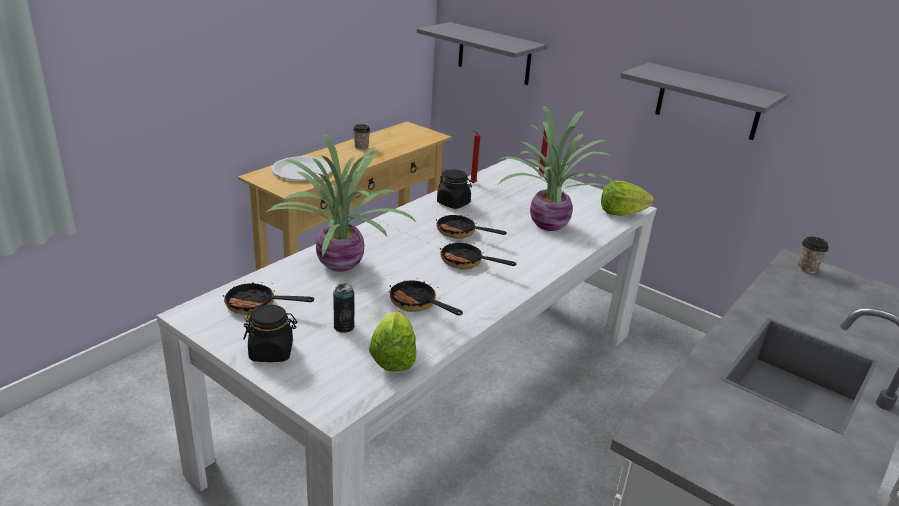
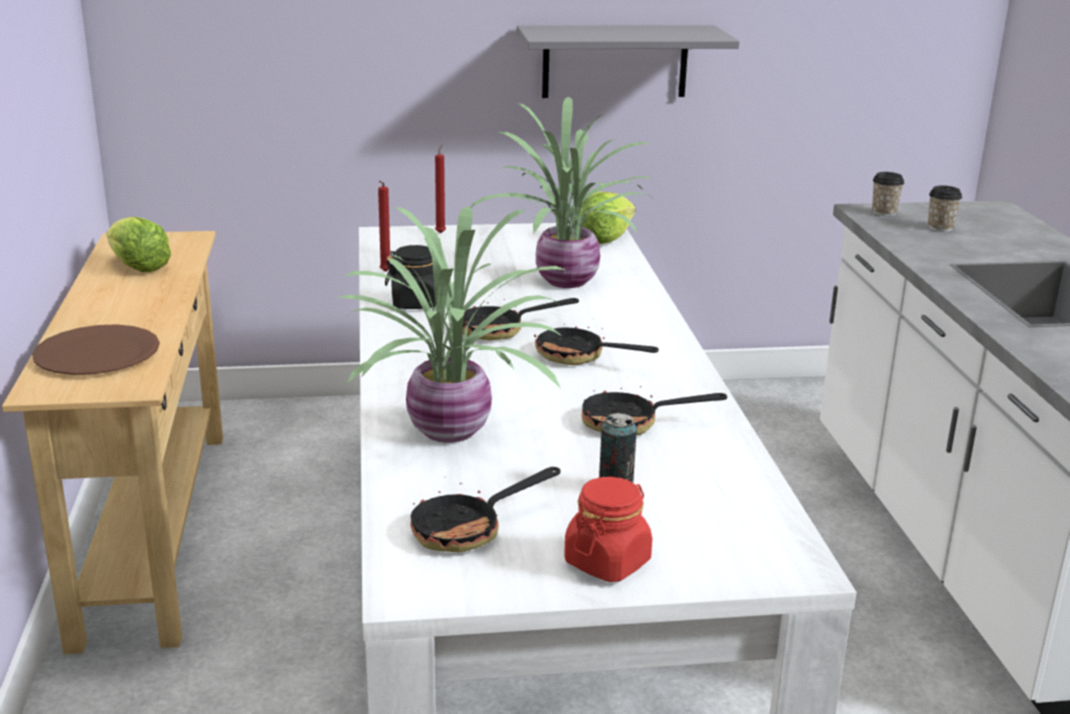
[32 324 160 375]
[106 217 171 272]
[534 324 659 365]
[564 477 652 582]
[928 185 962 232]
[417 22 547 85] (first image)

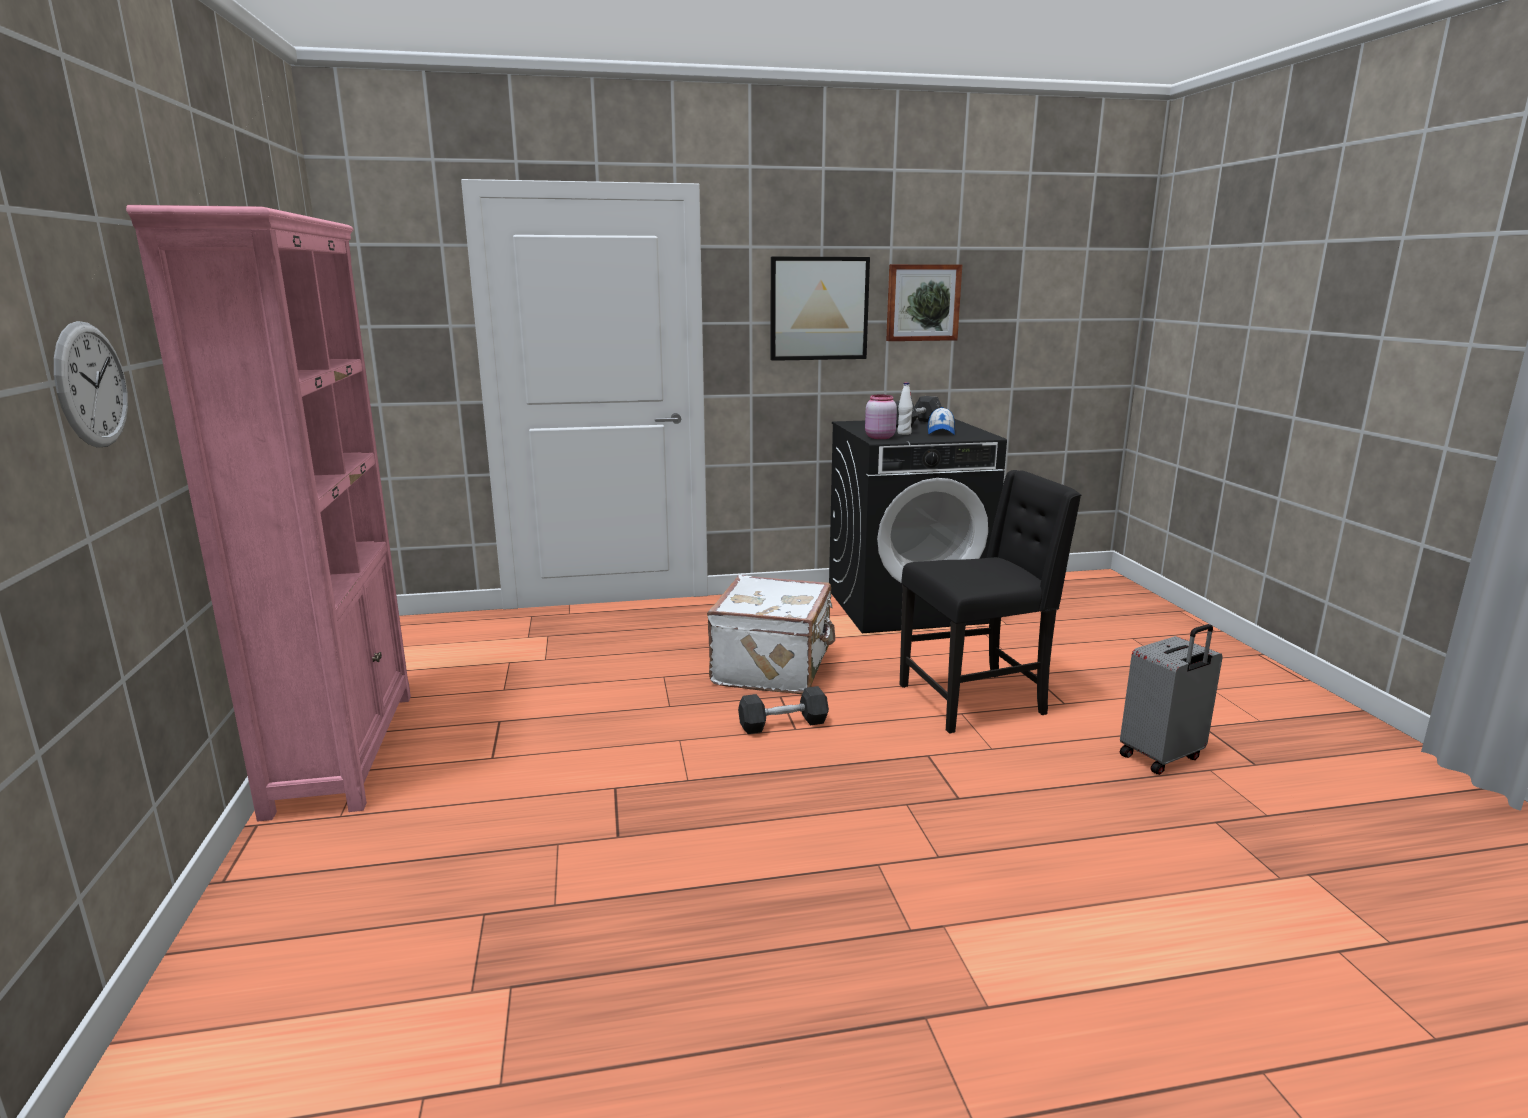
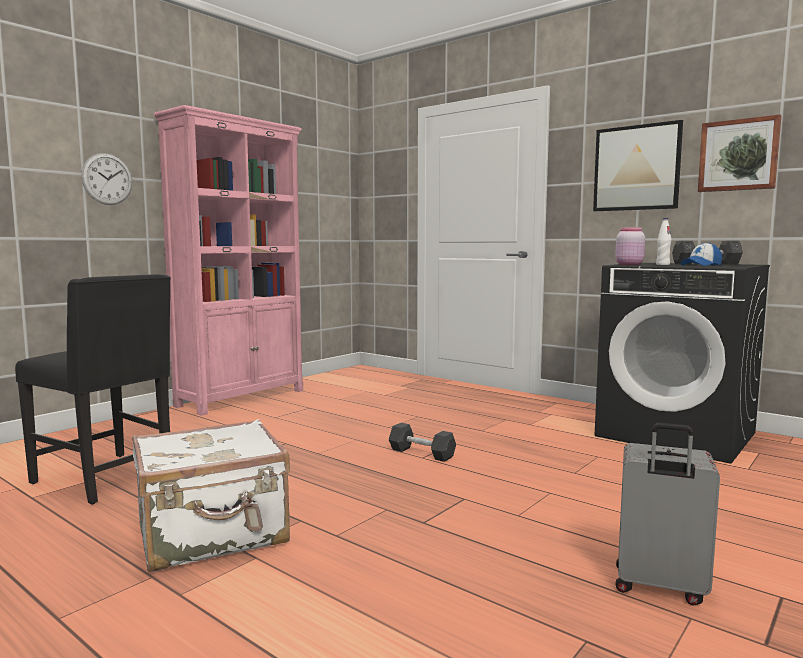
[15 274 171 504]
[132 419 290 572]

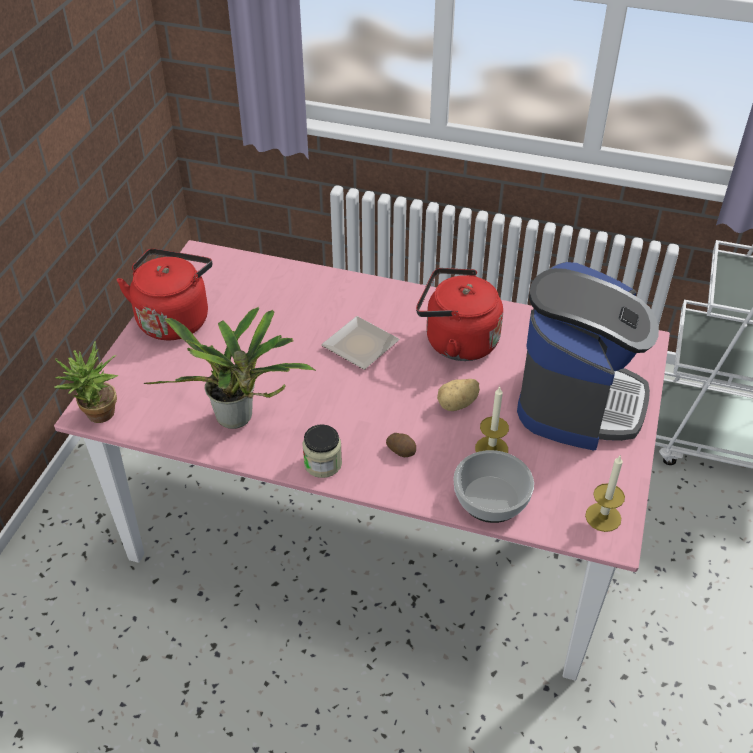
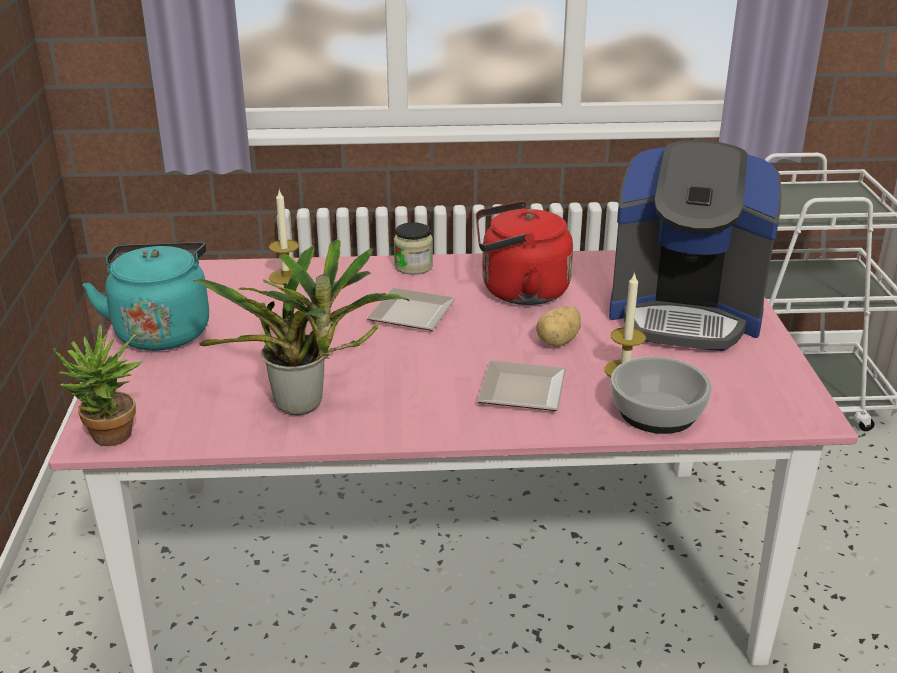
[83 242 209 351]
[269 190 299 285]
[394 222 433 275]
[477 360 566 411]
[609 140 782 351]

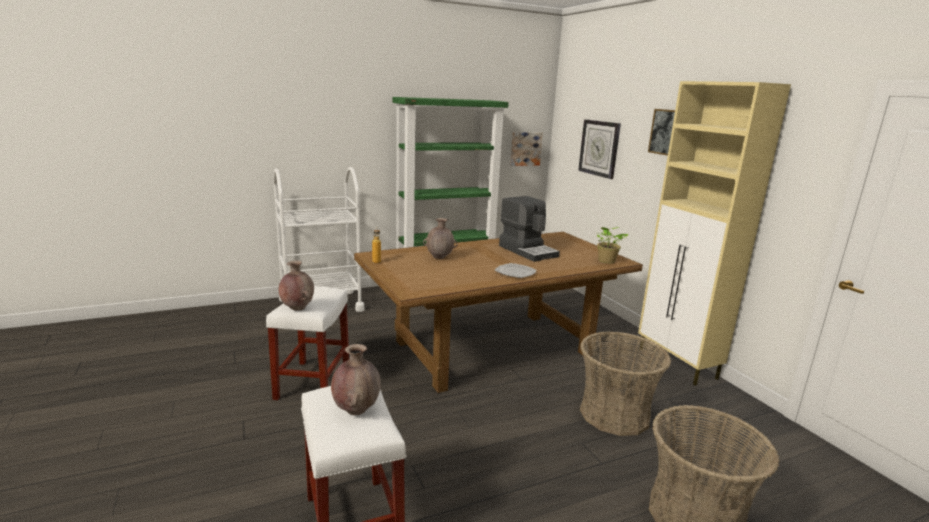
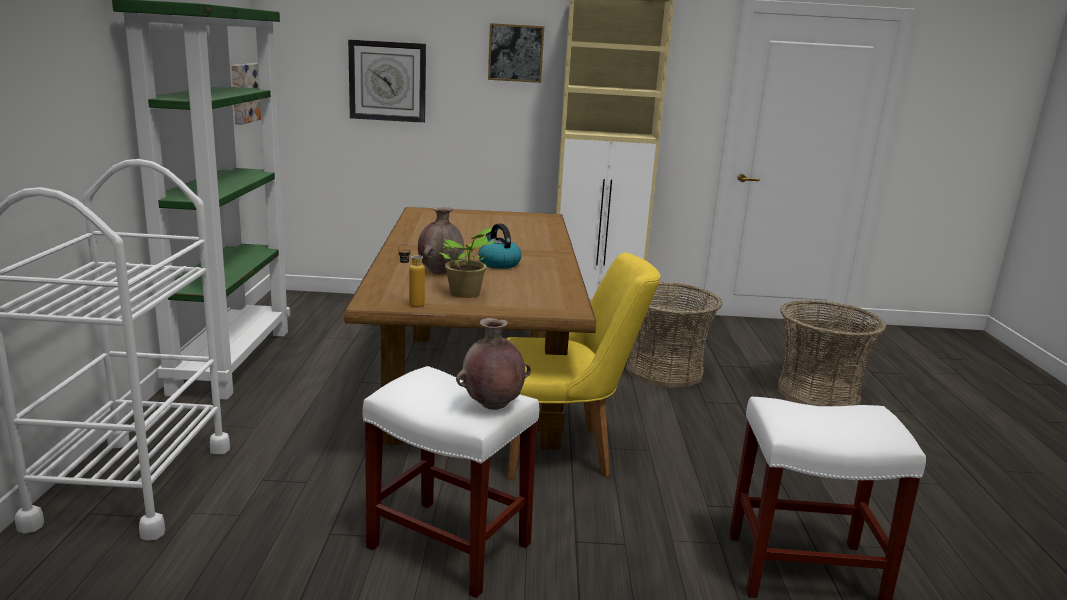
[439 228 495 298]
[478 224 522 269]
[507 253 661 480]
[331 344 381 415] (first image)
[494 263 537 278] (first image)
[499 196 560 262] (first image)

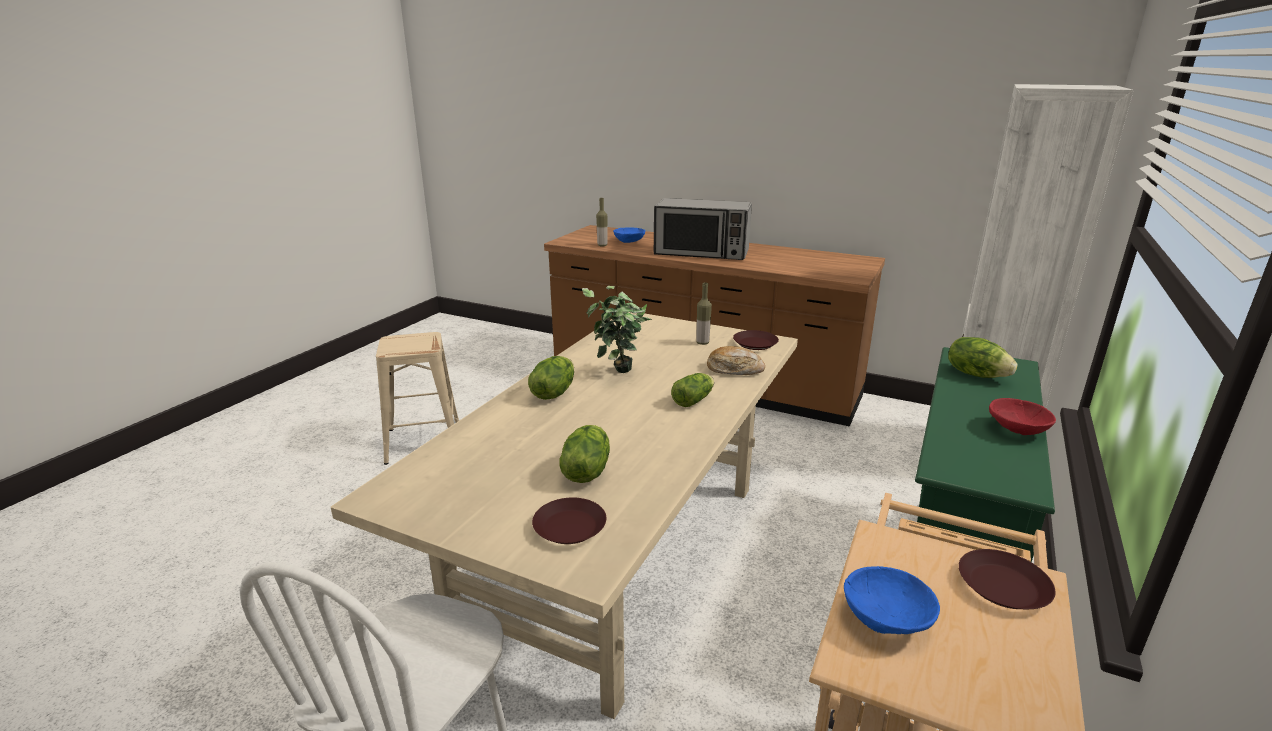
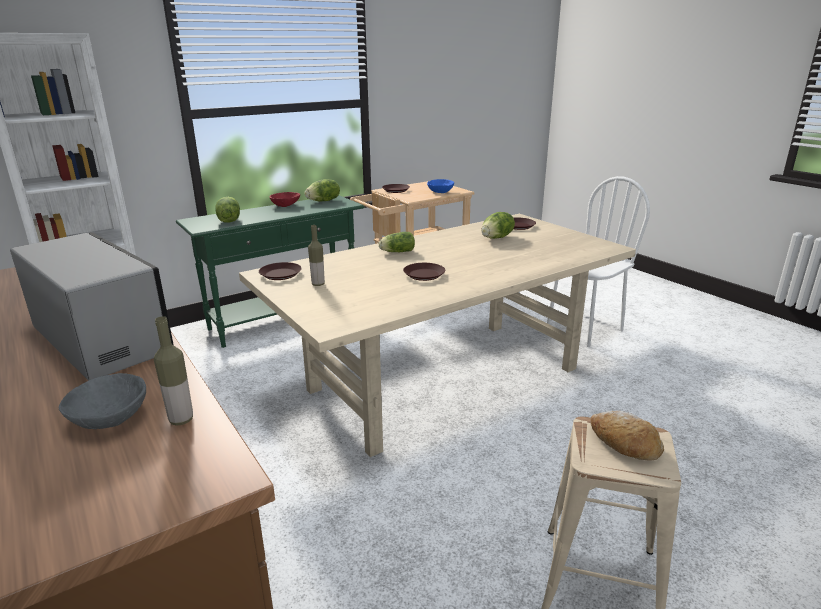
[59 373 146 429]
[305 179 340 201]
[403 263 445 281]
[591 411 664 461]

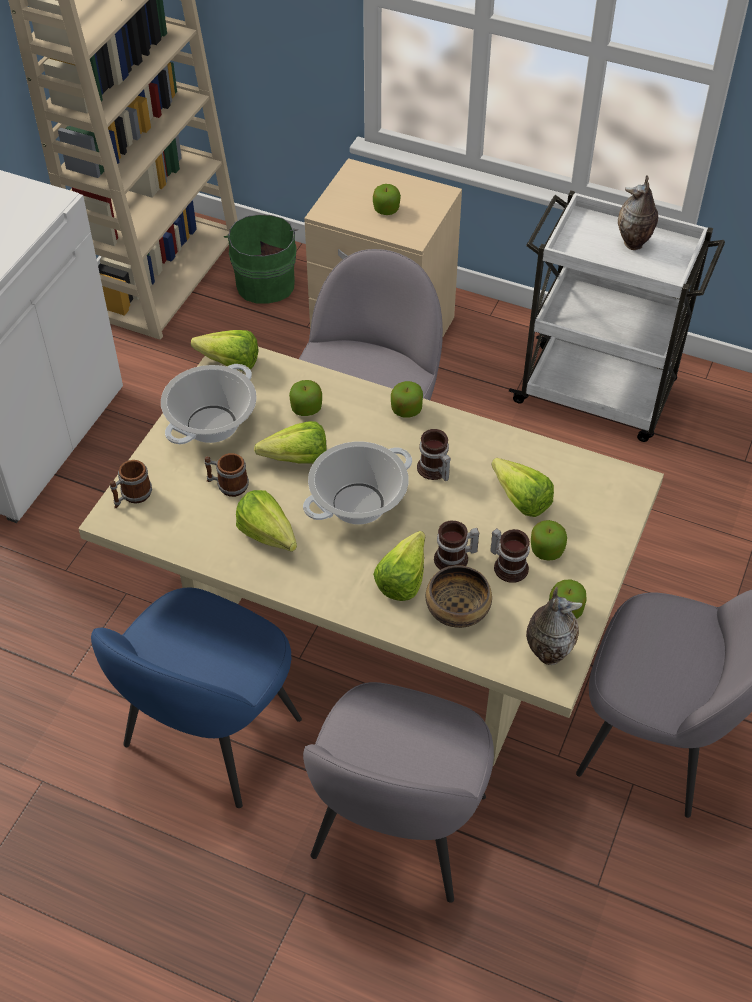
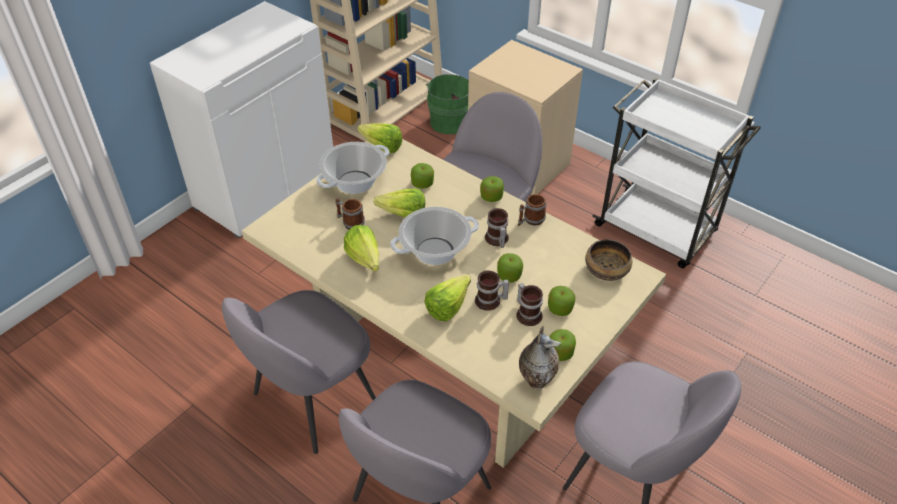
[222 290 376 454]
[497 253 523 283]
[518 194 546 226]
[585 239 632 281]
[491 458 554 517] (first image)
[618 175 658 250] (first image)

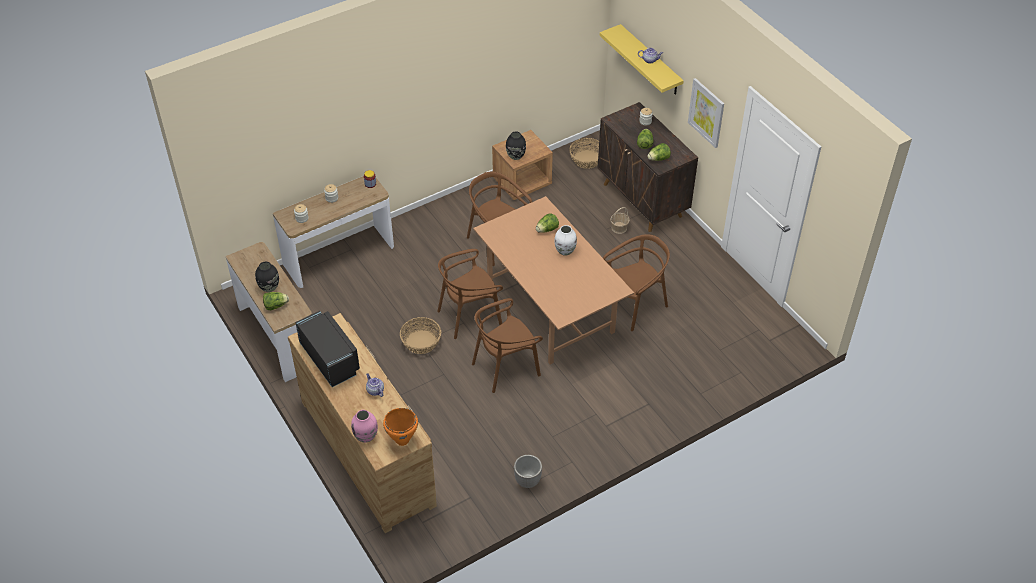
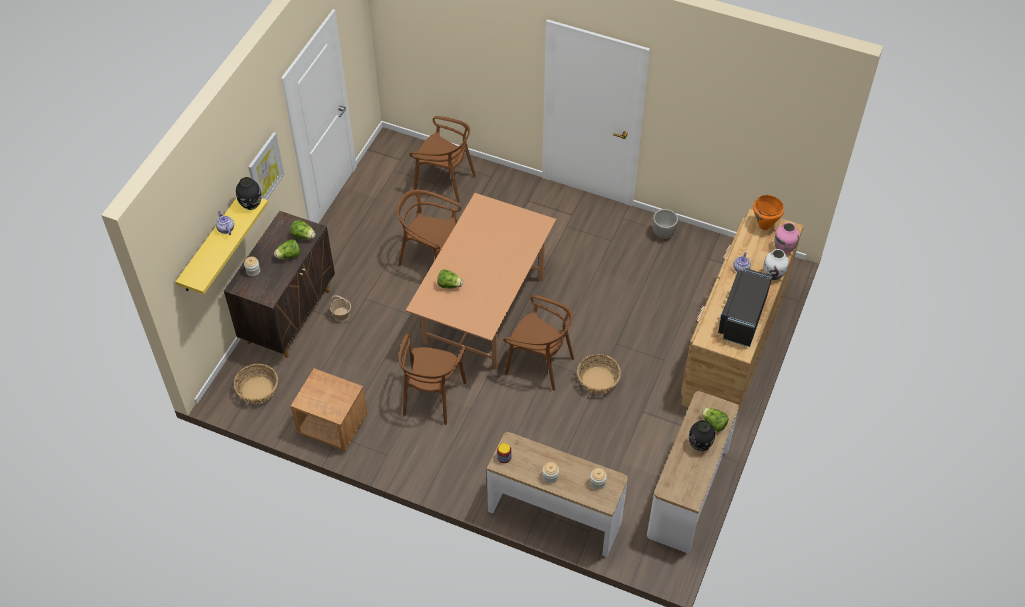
[236 177 262 210]
[409 116 476 203]
[763 249 789 280]

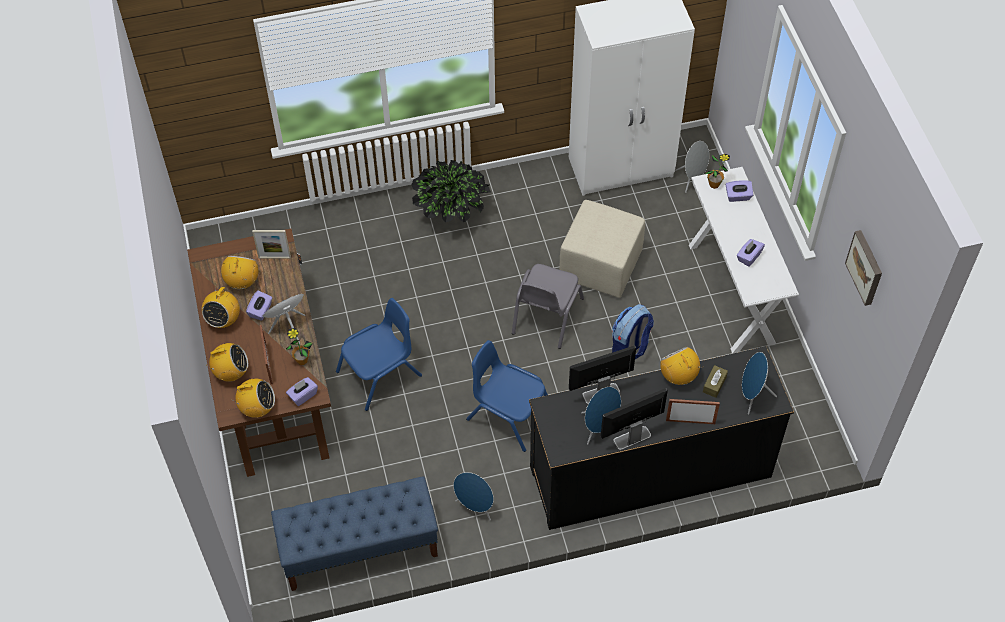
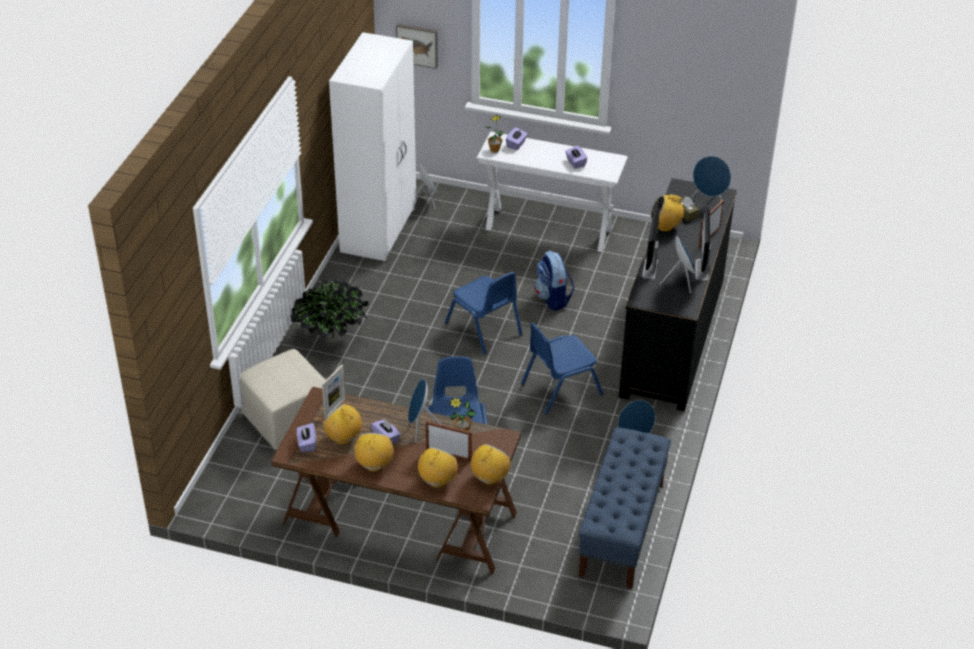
[240 349 325 450]
[297 423 316 452]
[354 433 393 472]
[396 24 438 69]
[445 271 523 355]

